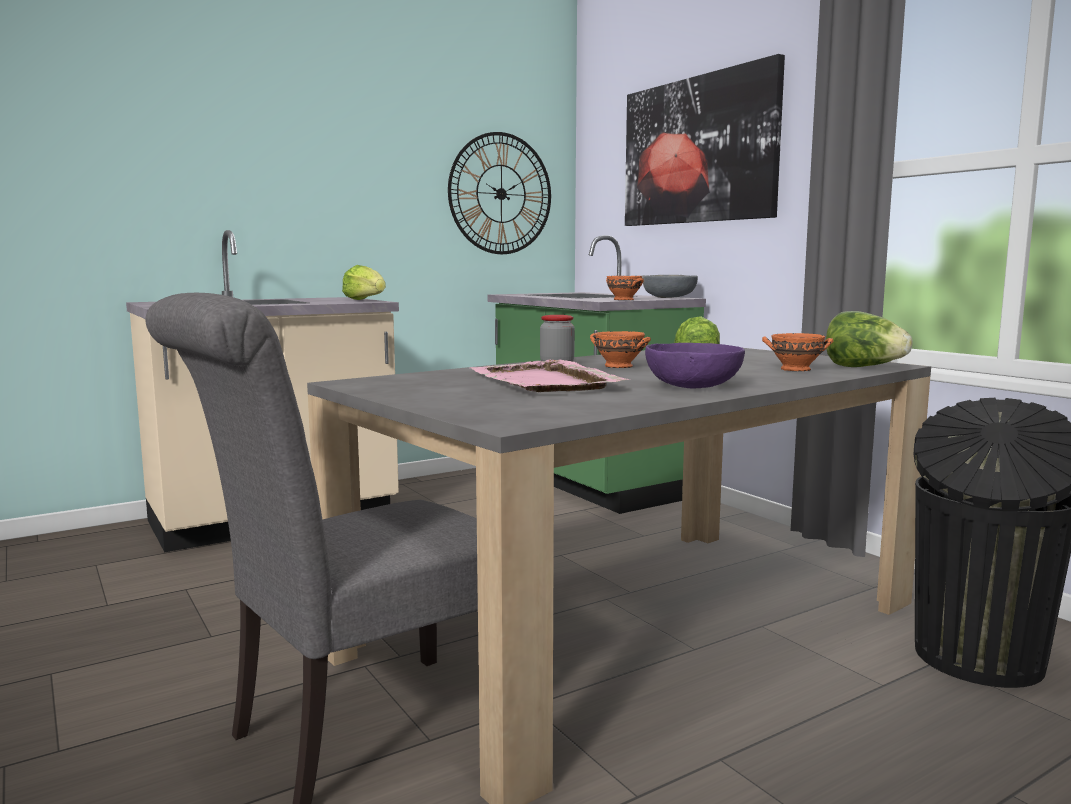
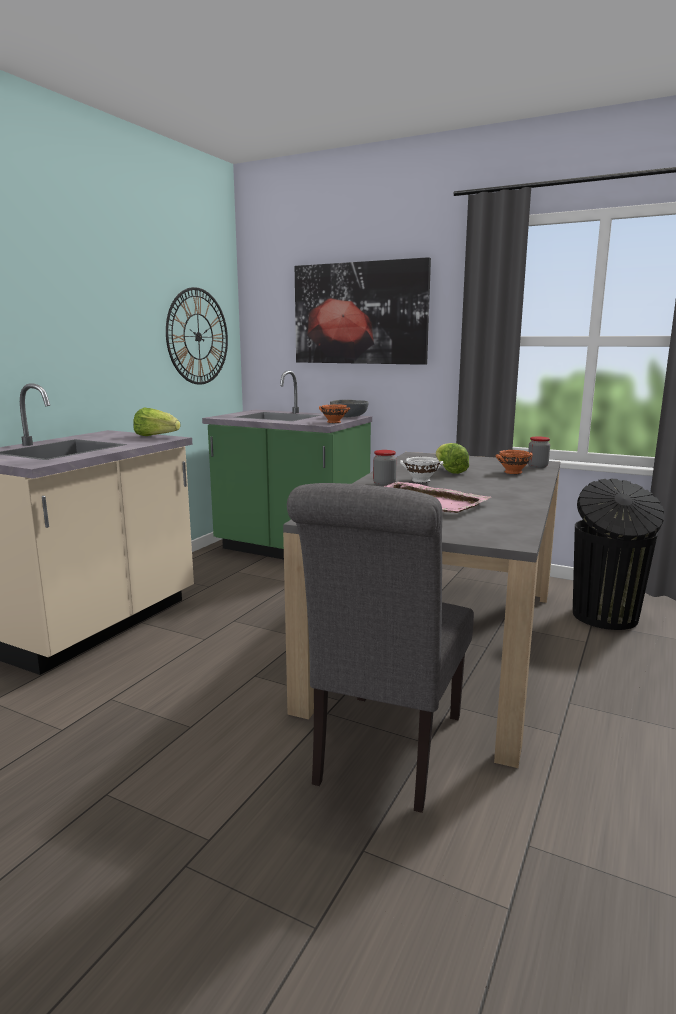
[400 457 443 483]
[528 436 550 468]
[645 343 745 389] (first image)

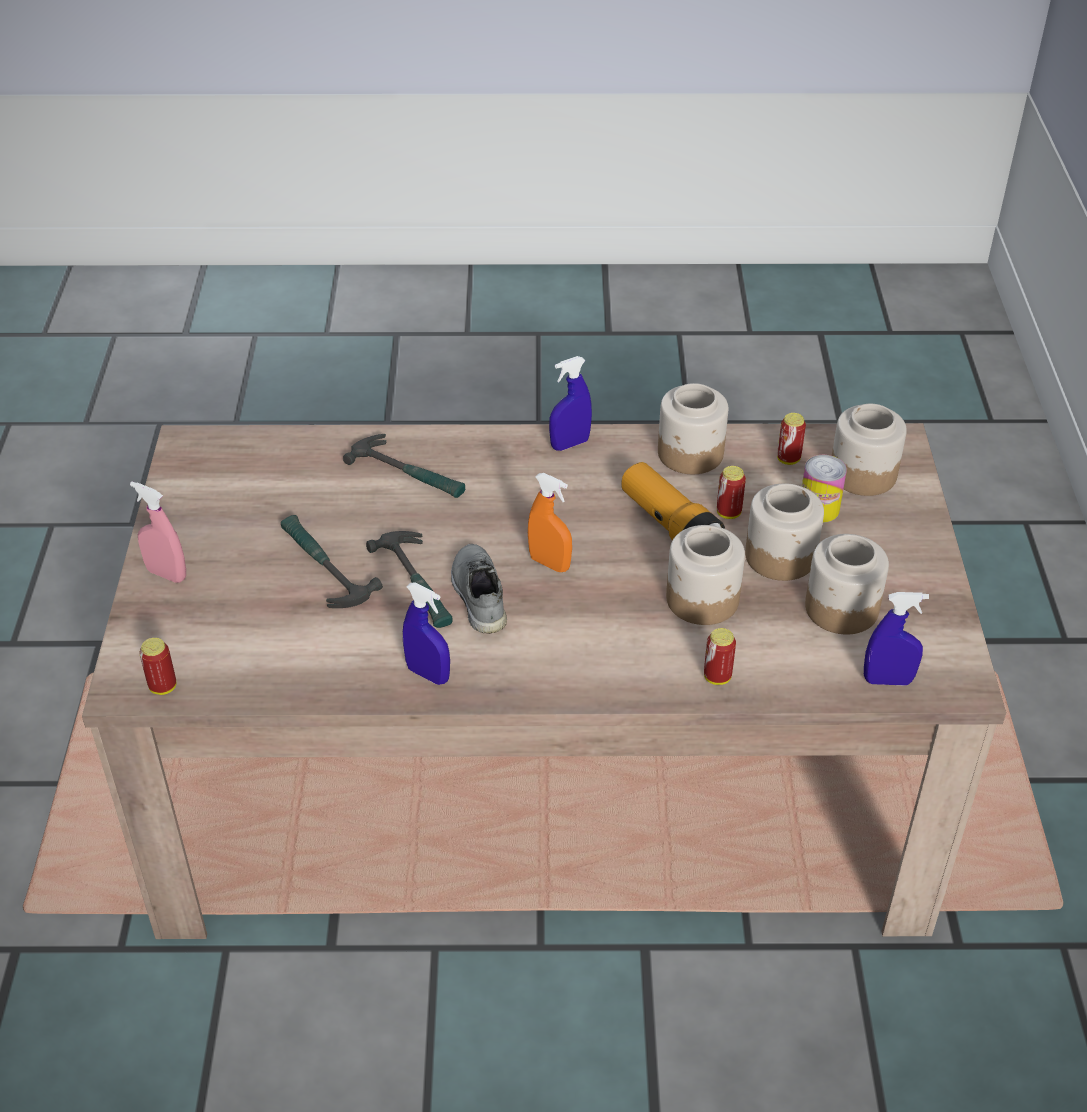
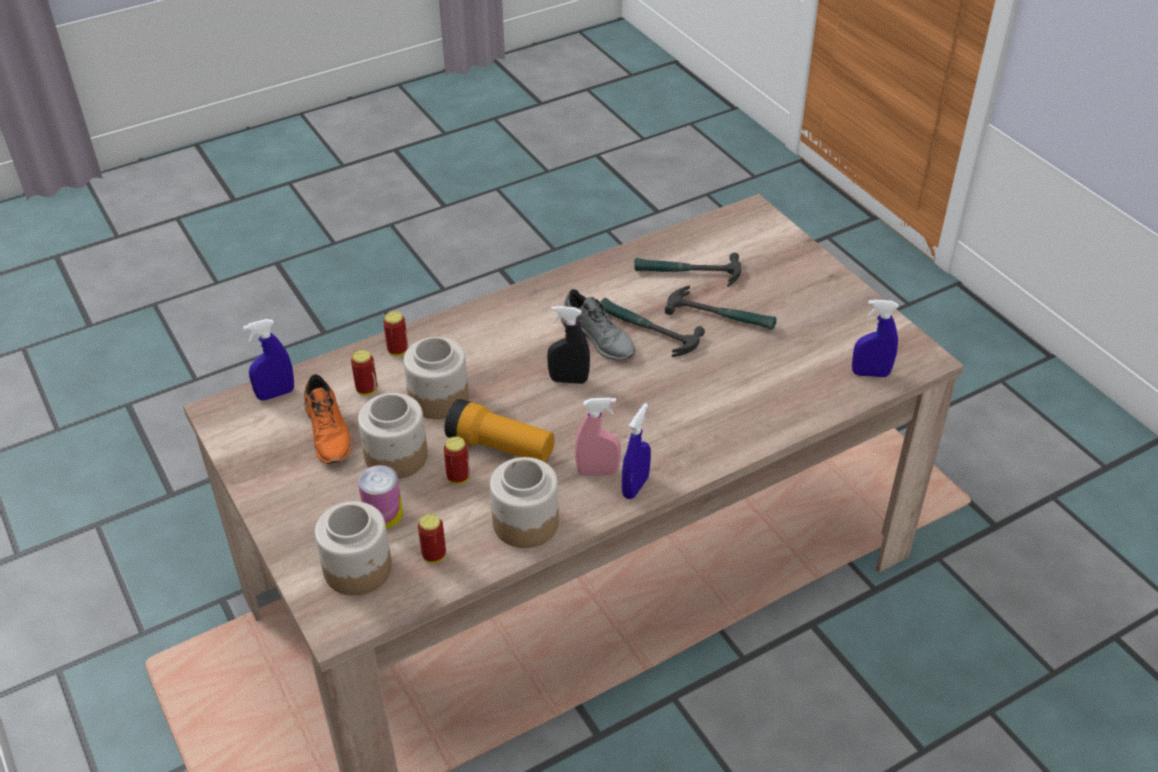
[304 374 353 464]
[351 350 377 395]
[547 306 590 384]
[575 397 621 476]
[635 253 741 287]
[852 300 899 377]

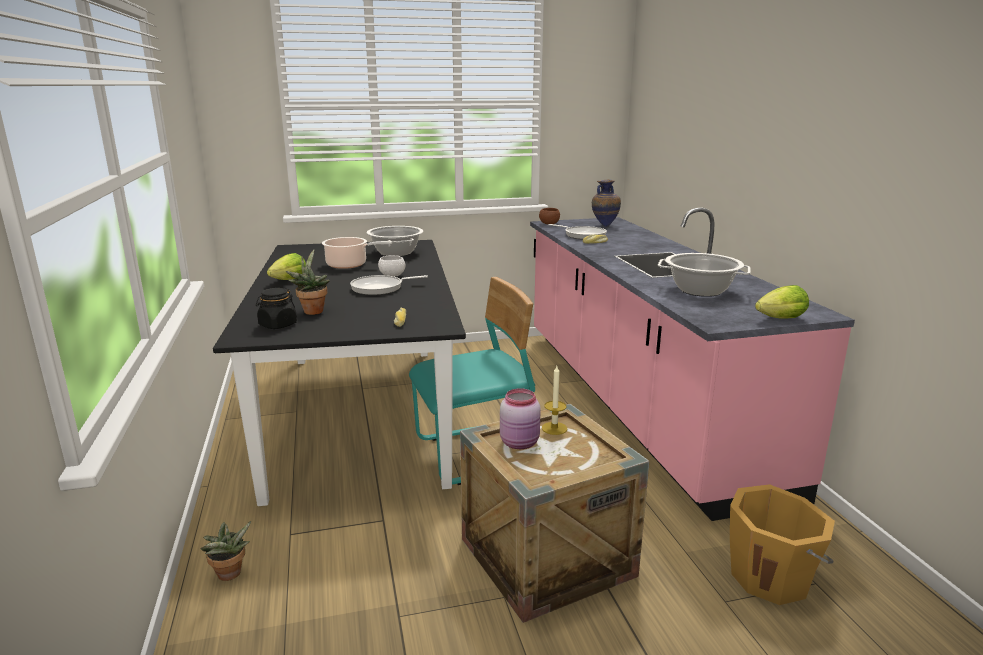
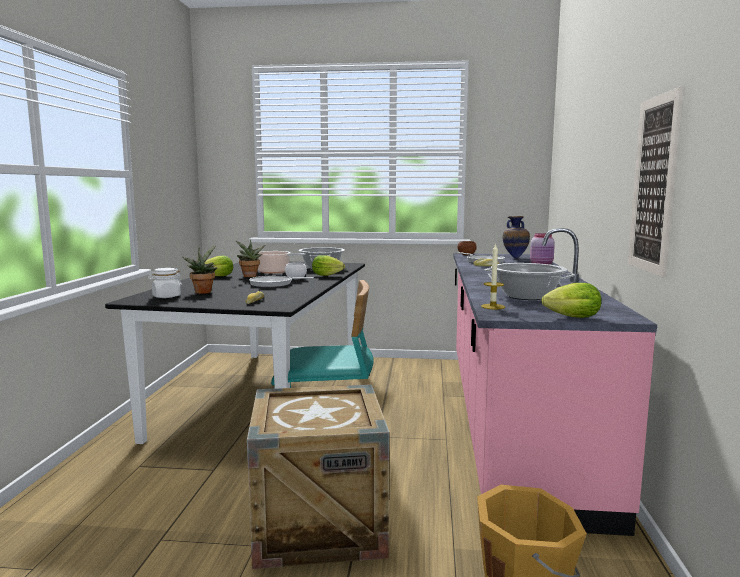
[148 268 182 298]
[236 239 265 277]
[312 255 345 276]
[481 243 505 309]
[530 233 555 264]
[628 87 684 277]

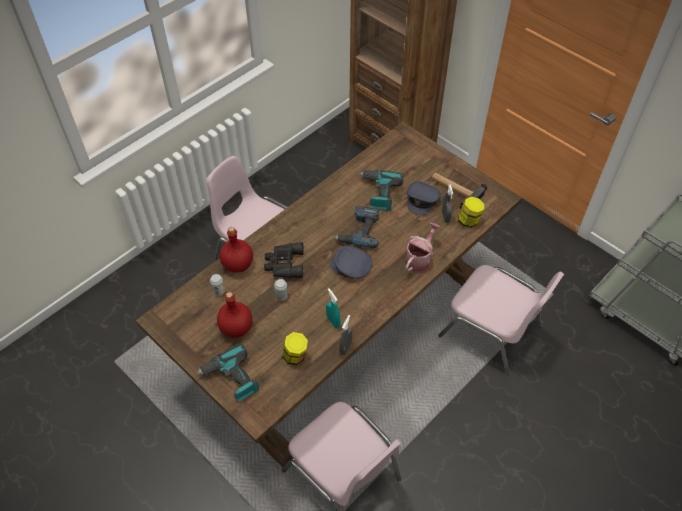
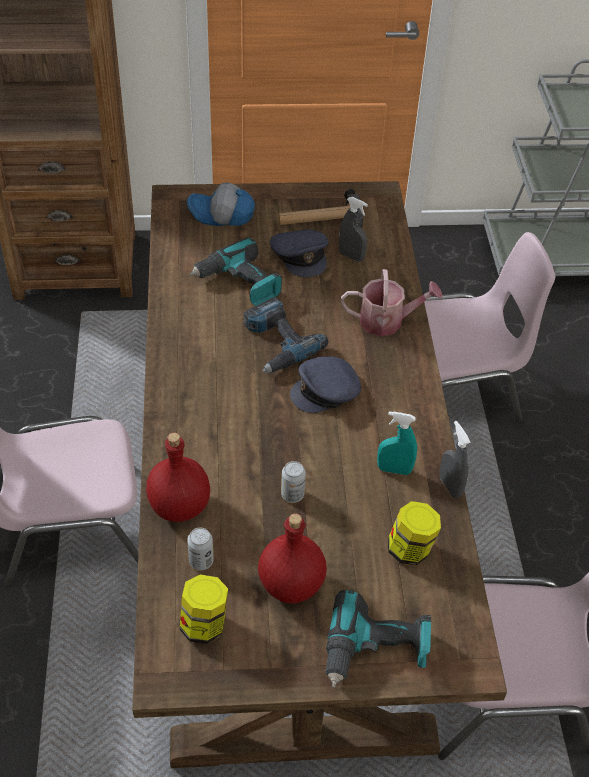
[180 574 228 644]
[187 183 255 226]
[341 269 443 336]
[264 242 304 278] (first image)

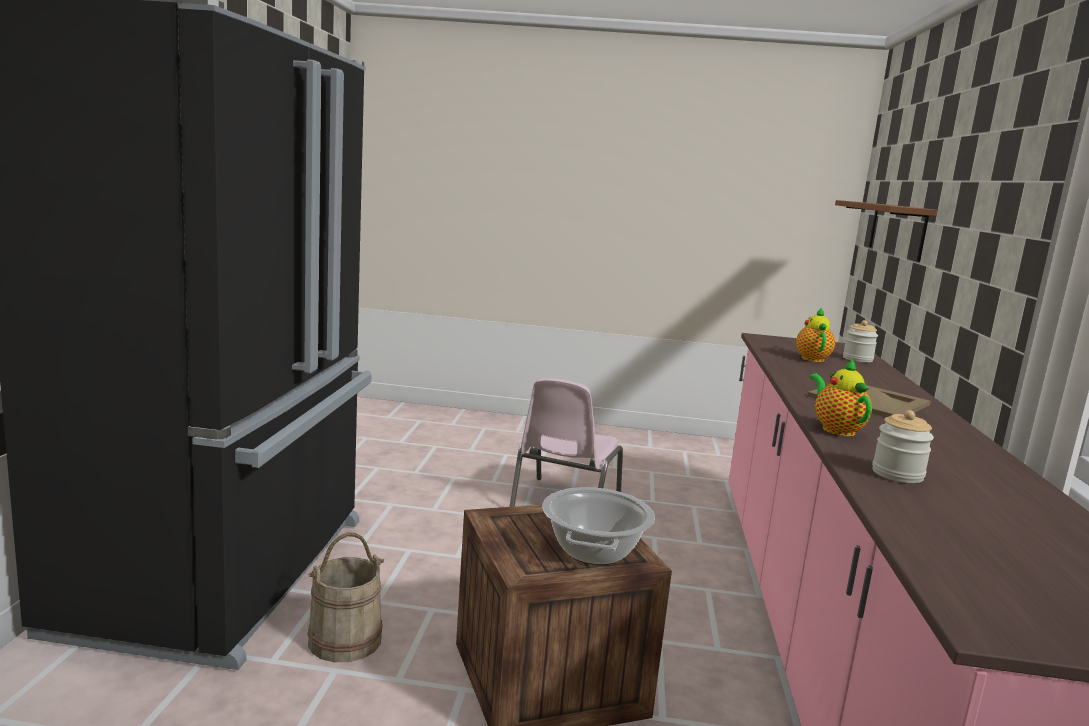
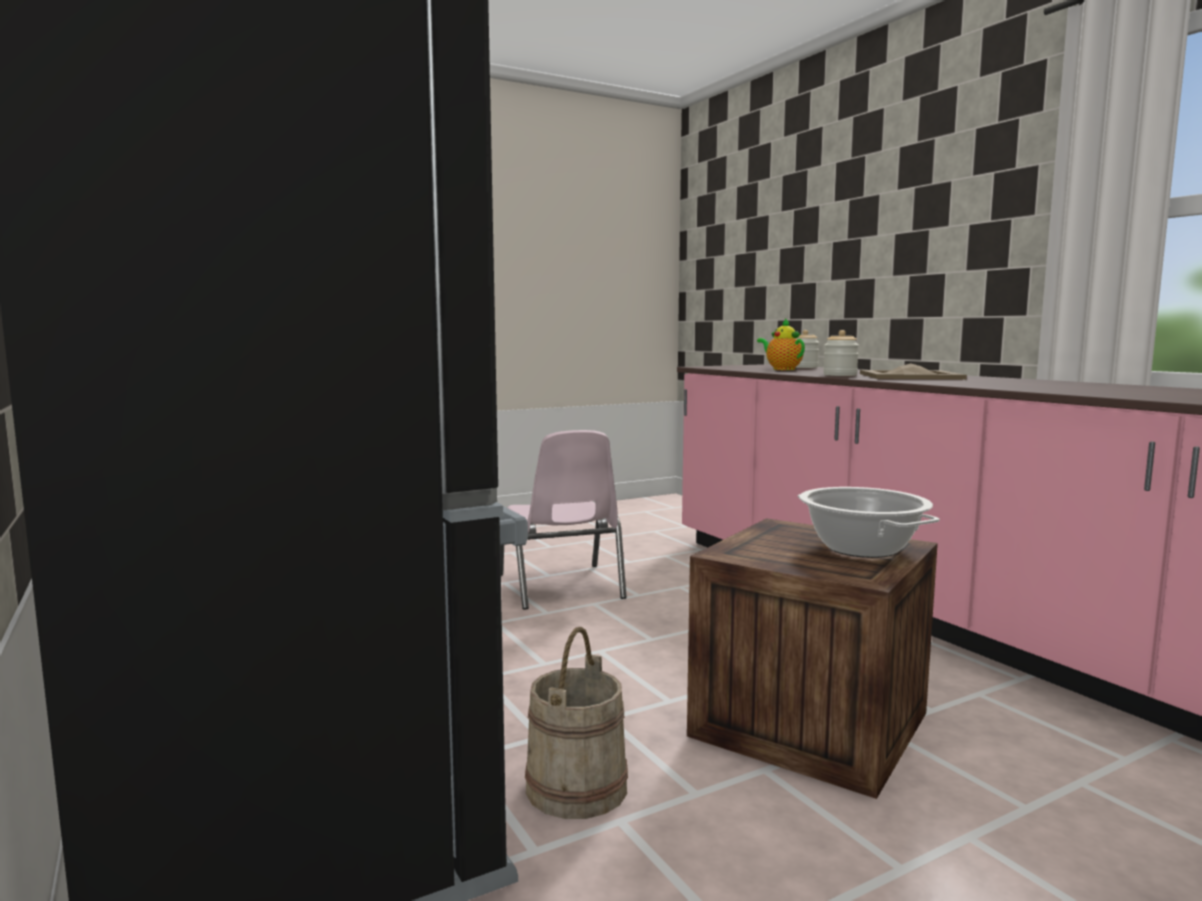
[823 330 859 376]
[810 358 872 436] (first image)
[835 200 937 262] (first image)

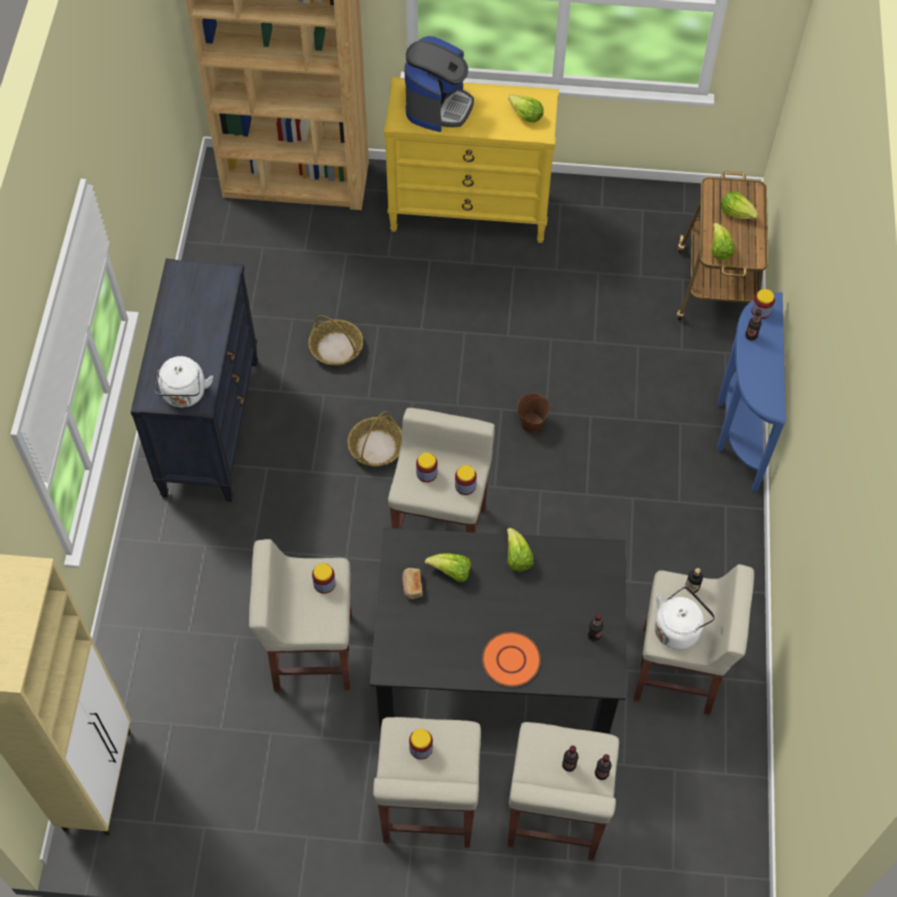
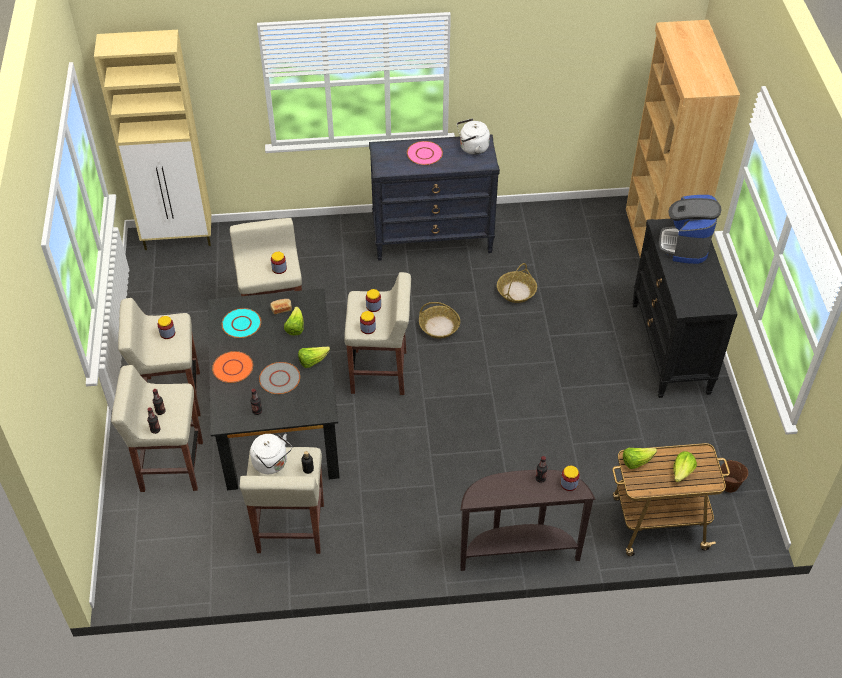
[222 308 261 338]
[259 362 300 394]
[407 141 443 165]
[457 118 490 155]
[460 470 596 571]
[632 219 738 398]
[659 195 722 264]
[720 460 748 492]
[508 95 543 122] (first image)

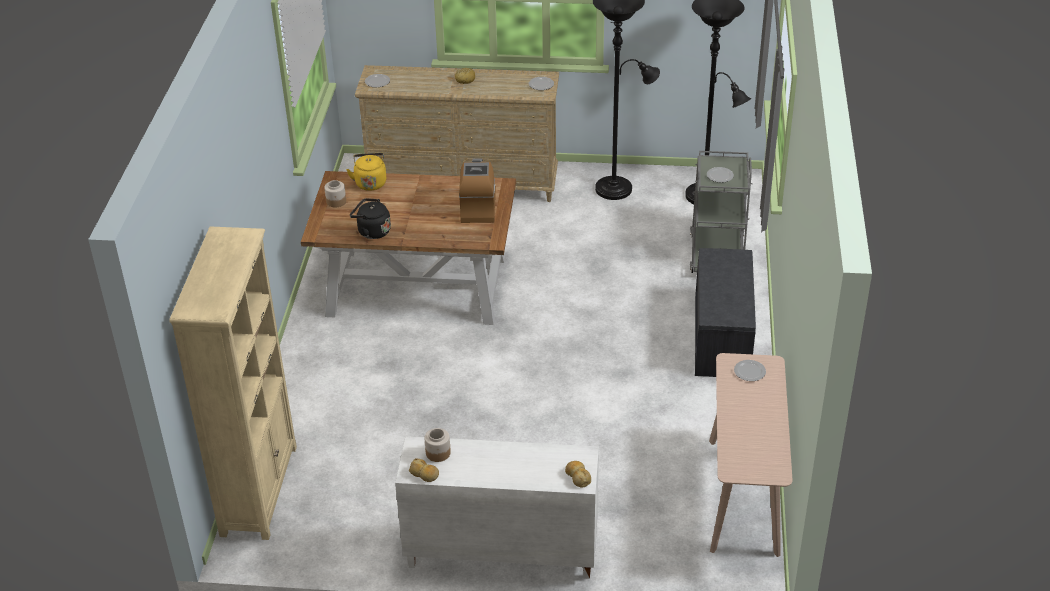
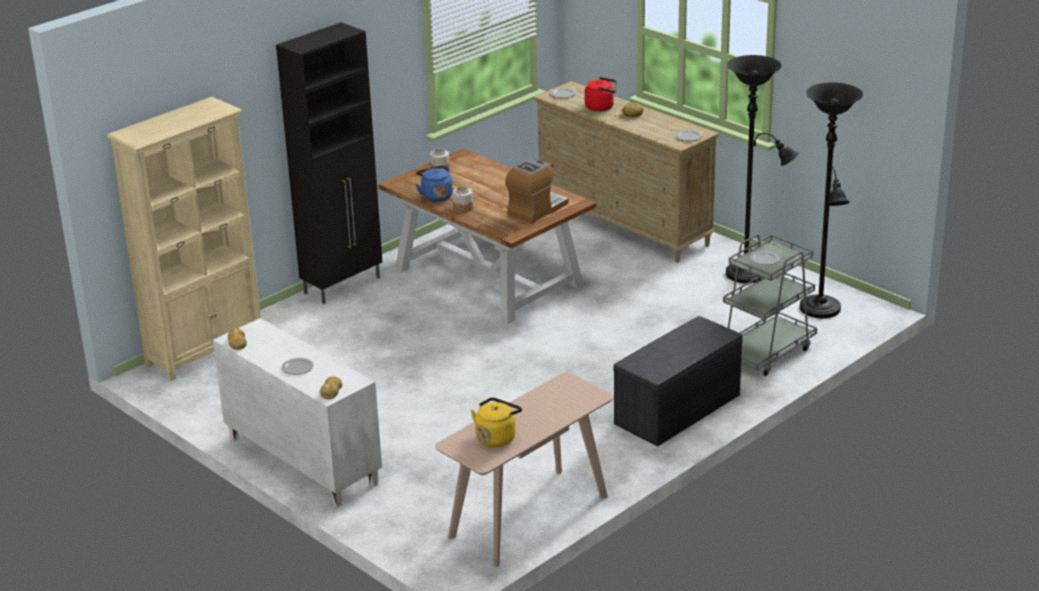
[276 22 382 304]
[282 358 314 375]
[416 166 453 202]
[453 186 473 213]
[471 397 522 447]
[584 77 617 111]

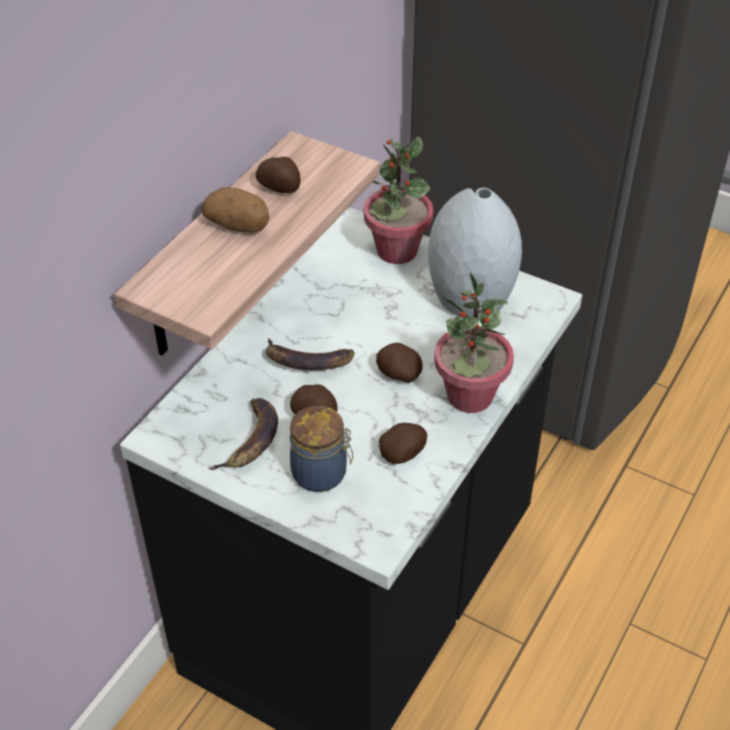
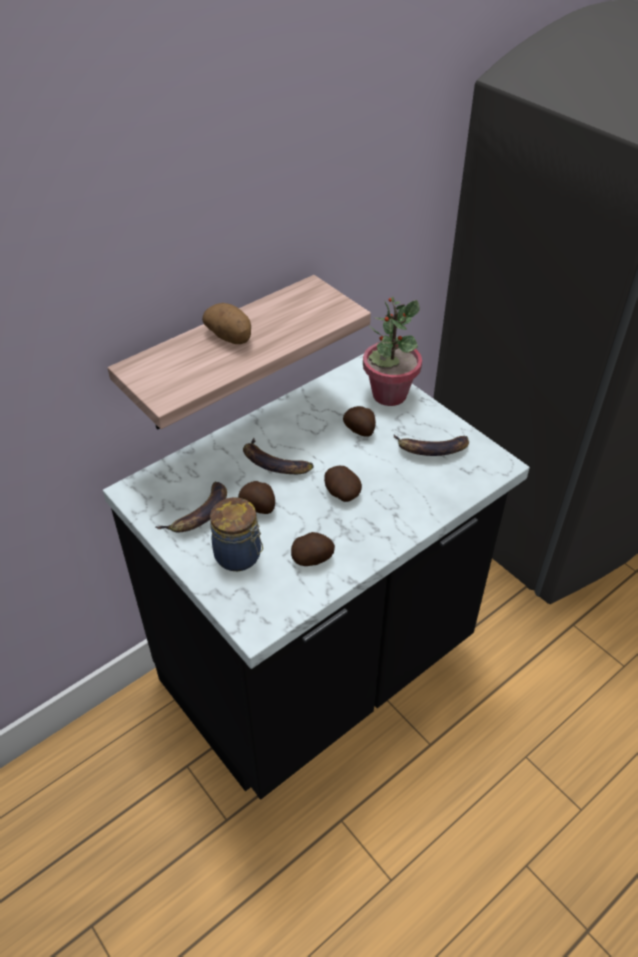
[343 406 376 437]
[393 434 469 456]
[434 272 514 413] (first image)

